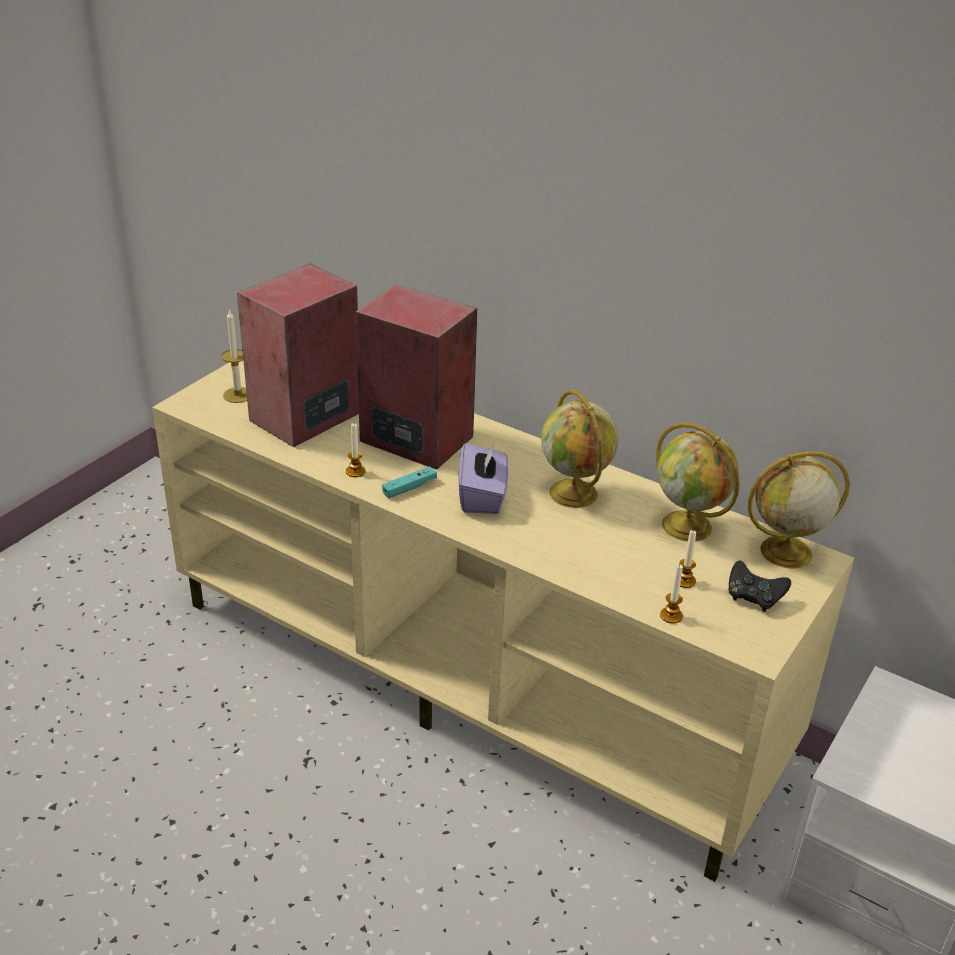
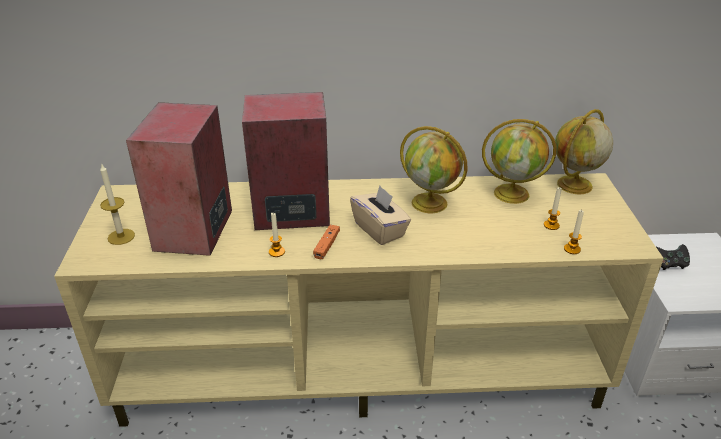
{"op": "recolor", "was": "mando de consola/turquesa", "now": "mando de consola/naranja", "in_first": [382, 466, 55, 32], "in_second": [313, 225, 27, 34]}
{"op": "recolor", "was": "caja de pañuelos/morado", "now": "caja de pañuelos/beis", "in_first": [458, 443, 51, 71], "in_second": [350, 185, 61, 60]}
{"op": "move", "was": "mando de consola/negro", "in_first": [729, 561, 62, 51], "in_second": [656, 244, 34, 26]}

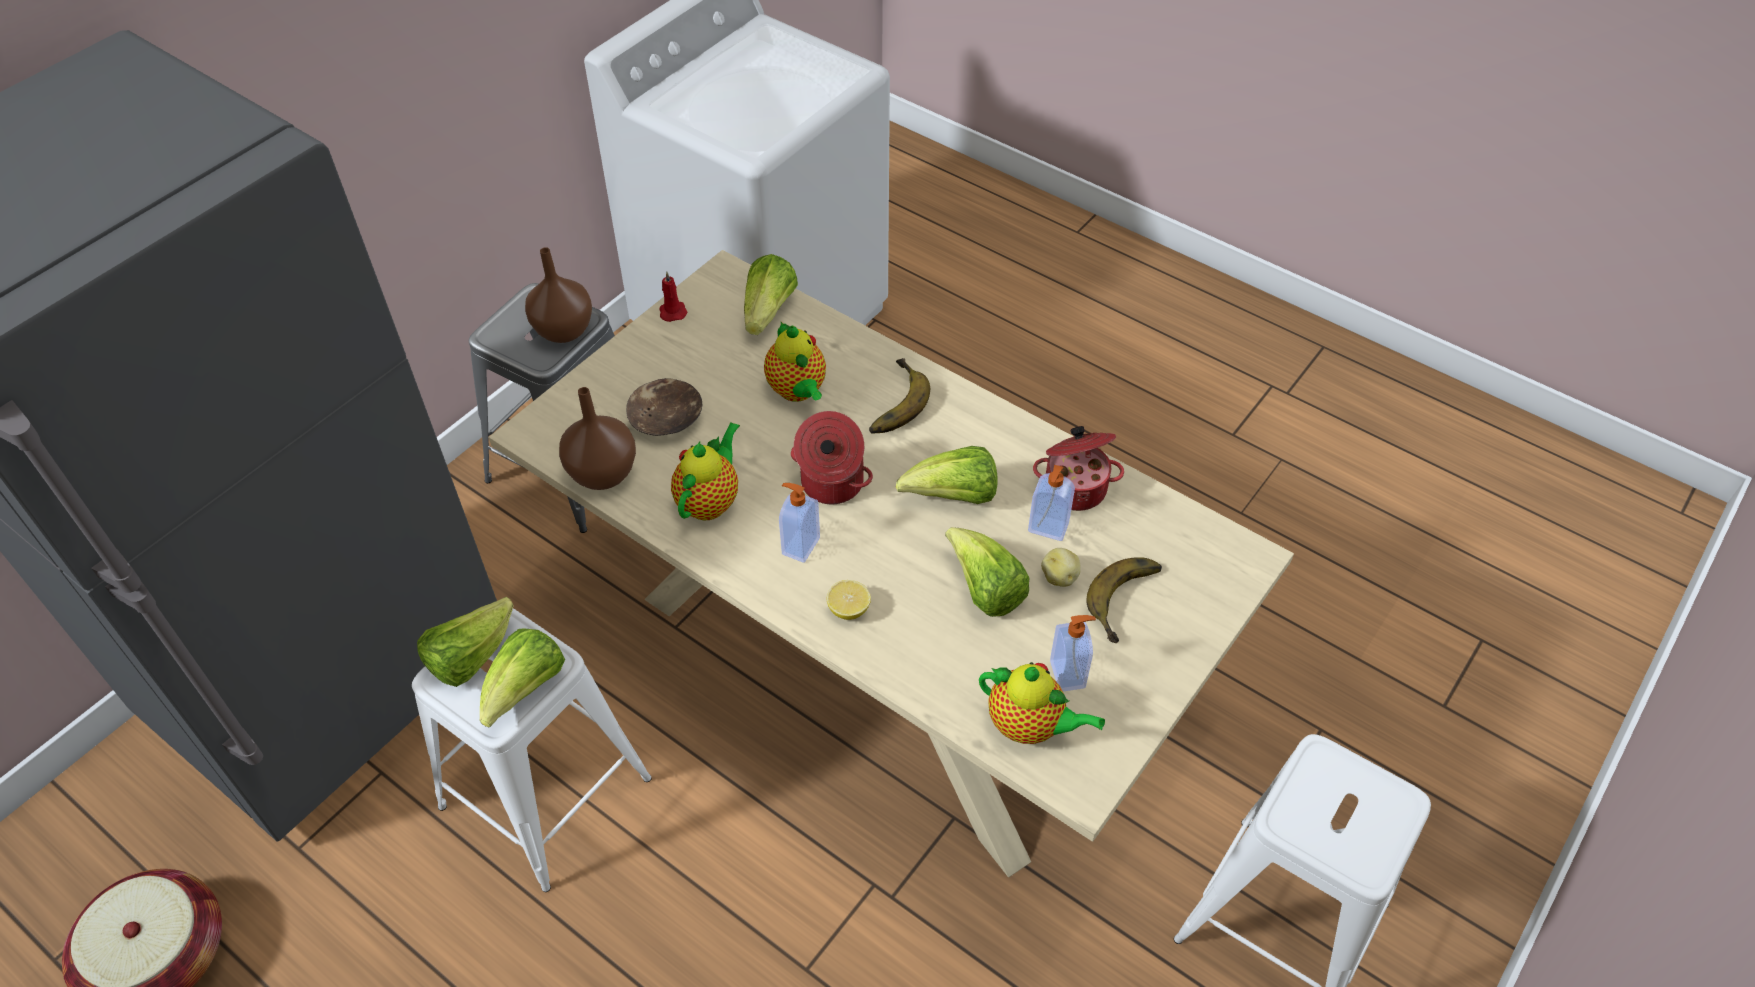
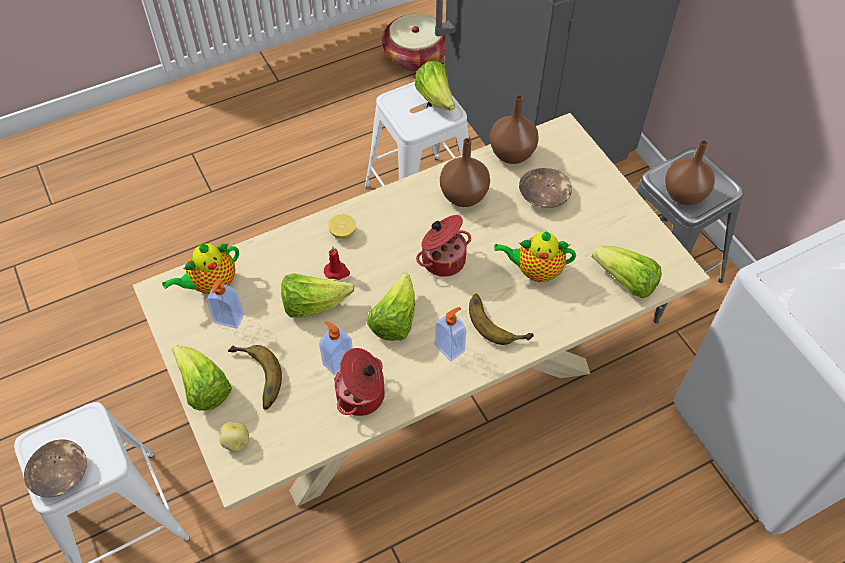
{"op": "insert", "now": "cuenco/marrón", "in_second": [24, 439, 63, 58]}
{"op": "move", "was": "lechuga", "in_first": [480, 628, 85, 99], "in_second": [172, 346, 60, 65]}
{"op": "move", "was": "patata", "in_first": [1041, 548, 40, 39], "in_second": [219, 422, 30, 30]}
{"op": "move", "was": "vela/rojo", "in_first": [659, 272, 29, 50], "in_second": [324, 247, 26, 33]}
{"op": "move", "was": "dispensador de jabón", "in_first": [779, 483, 41, 80], "in_second": [435, 307, 31, 54]}
{"op": "replace", "was": "tetera", "now": "florero/marrón", "in_first": [671, 422, 69, 99], "in_second": [440, 138, 50, 69]}

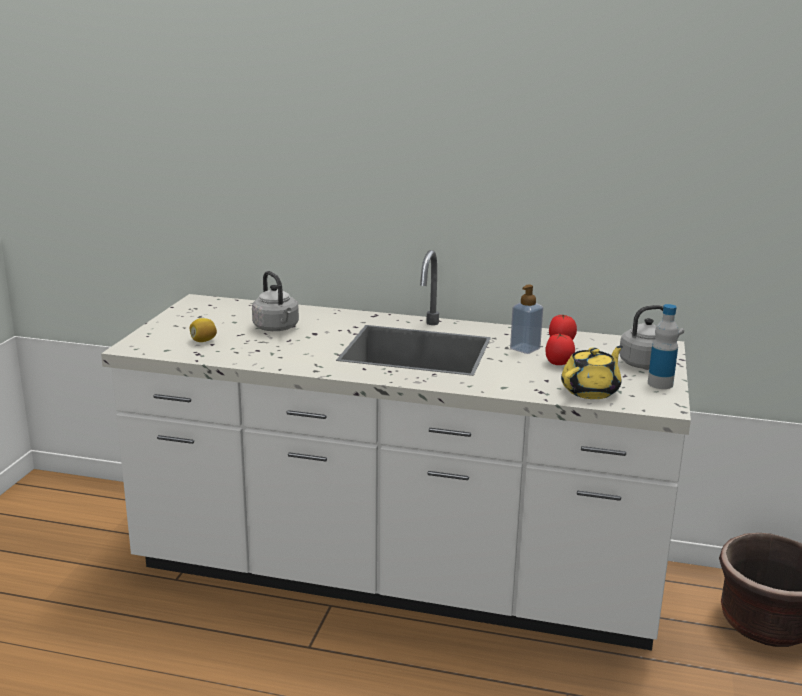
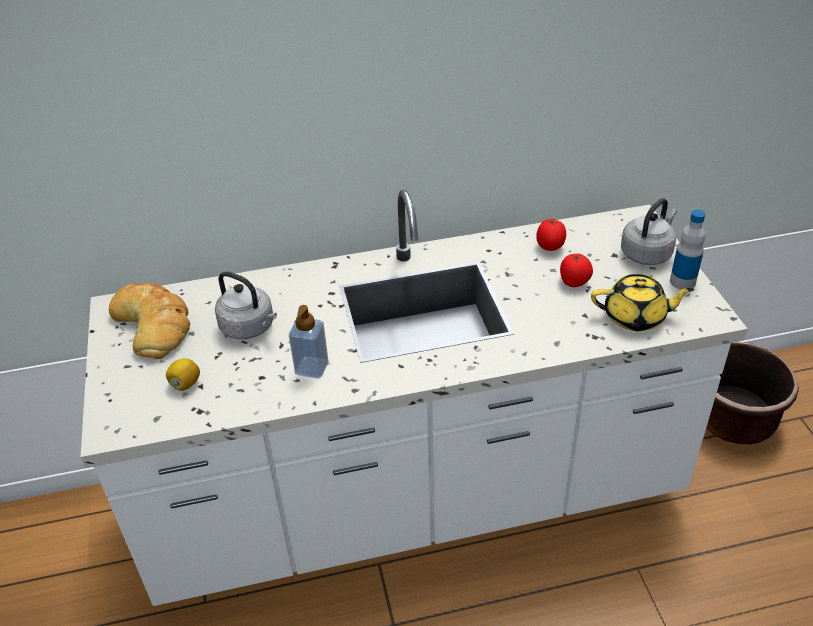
{"op": "insert", "now": "pan", "in_second": [109, 283, 81, 76]}
{"op": "move", "was": "dispensador de jabón", "in_first": [510, 285, 33, 69], "in_second": [289, 305, 40, 73]}
{"op": "rotate", "was": "tetera/amarillo", "in_first": [561, 346, 62, 53], "in_second": [591, 274, 103, 57], "clockwise": 75}

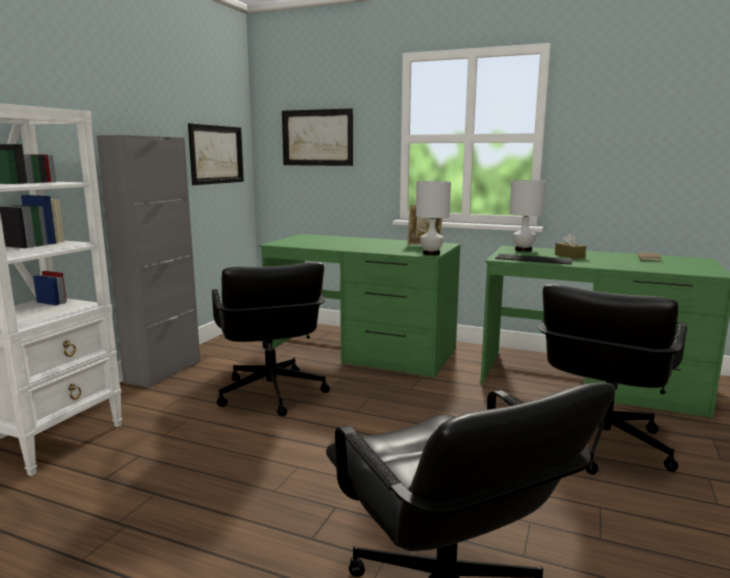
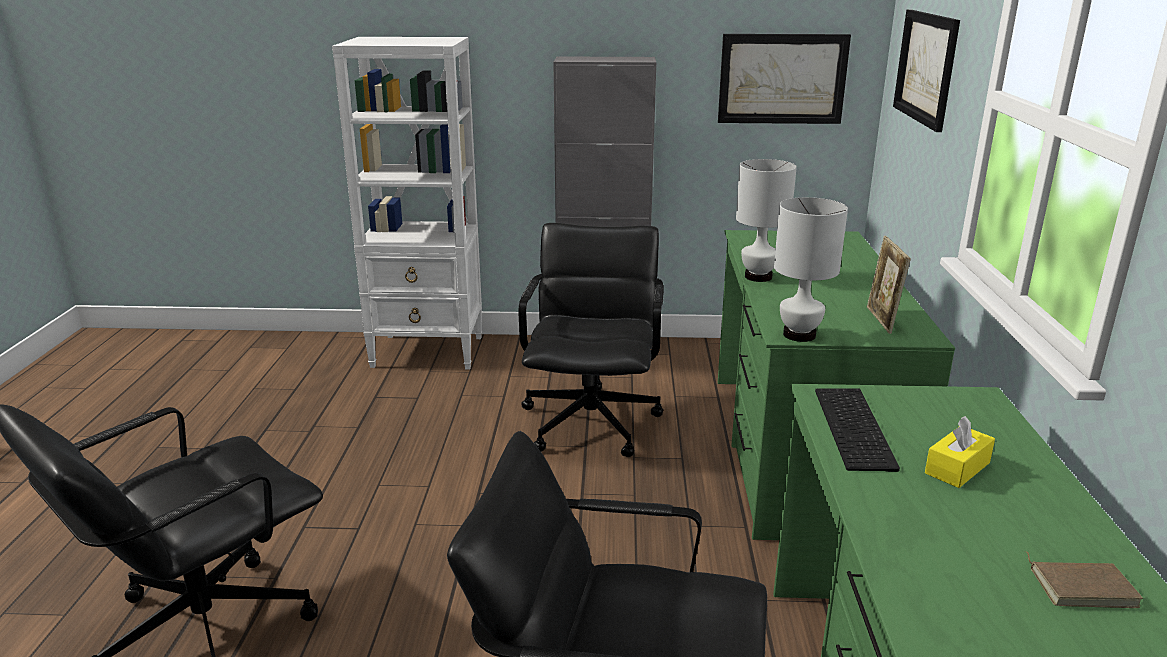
{"op": "rotate", "was": "silla de oficina/negro", "in_first": [212, 262, 118, 154], "in_second": [519, 223, 145, 234], "clockwise": 135}
{"op": "move", "was": "lámpara de mesa/blanco", "in_first": [509, 180, 37, 72], "in_second": [736, 159, 61, 123]}
{"op": "recolor", "was": "caja de pañuelos/marrón", "now": "caja de pañuelos/amarillo", "in_first": [555, 233, 31, 26], "in_second": [925, 416, 70, 72]}

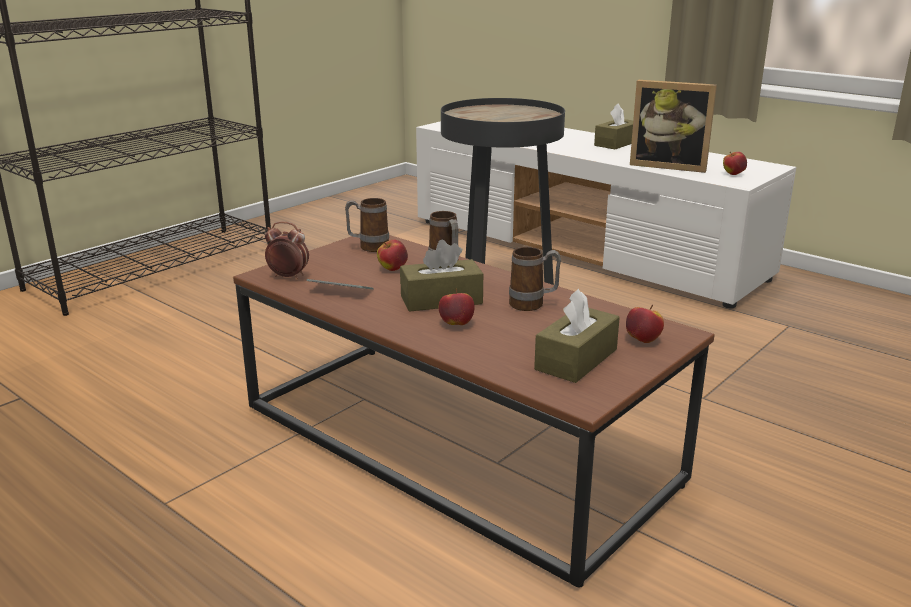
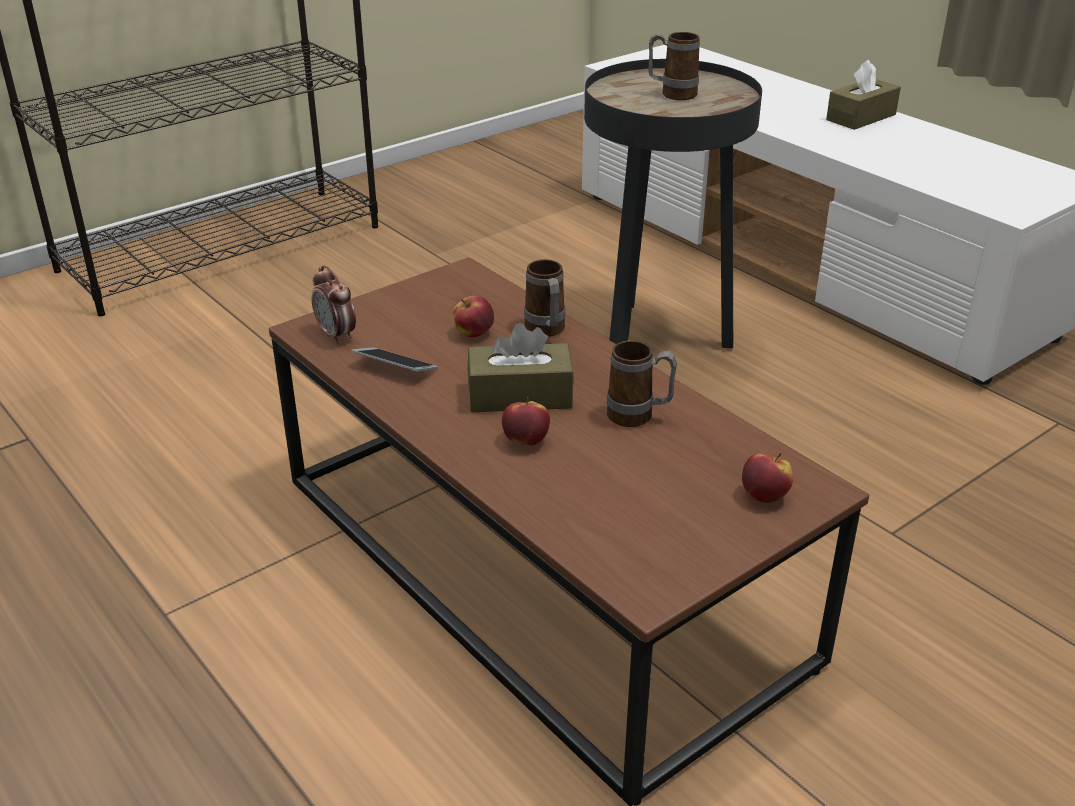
{"op": "rotate", "was": "despertador", "in_first": [265, 221, 44, 58], "in_second": [312, 265, 44, 80], "clockwise": -150}
{"op": "move", "was": "taza grande", "in_first": [345, 198, 44, 54], "in_second": [648, 32, 52, 68]}
{"op": "delete", "was": "caja de pañuelos/marrón", "in_first": [534, 289, 86, 94]}
{"op": "delete", "was": "portarretratos", "in_first": [630, 80, 87, 93]}
{"op": "delete", "was": "manzana", "in_first": [723, 152, 24, 23]}

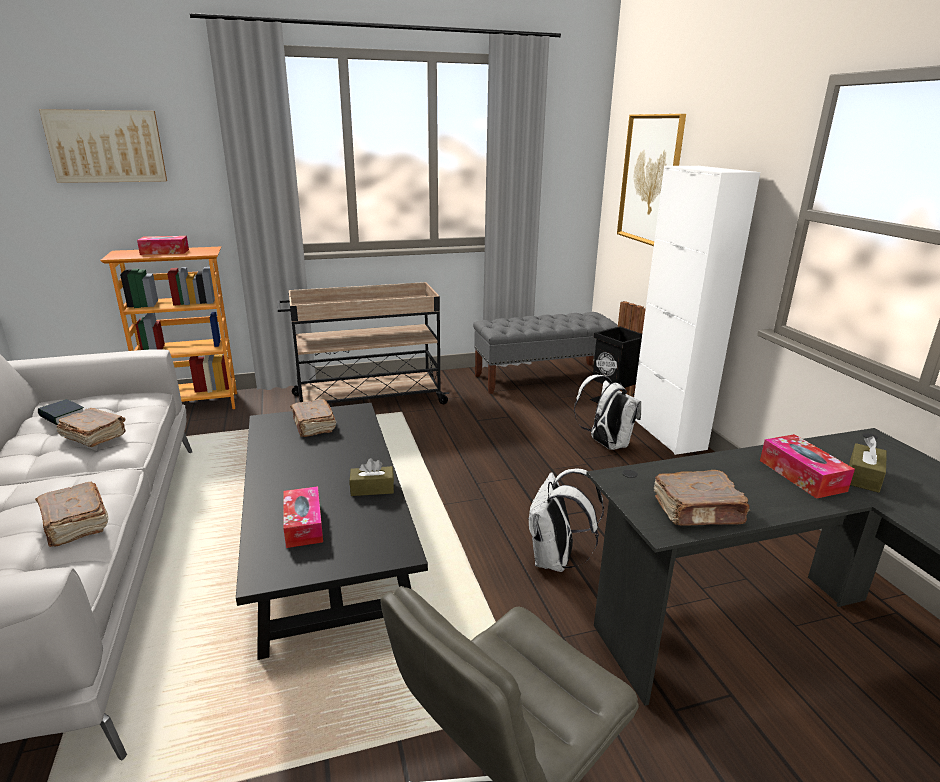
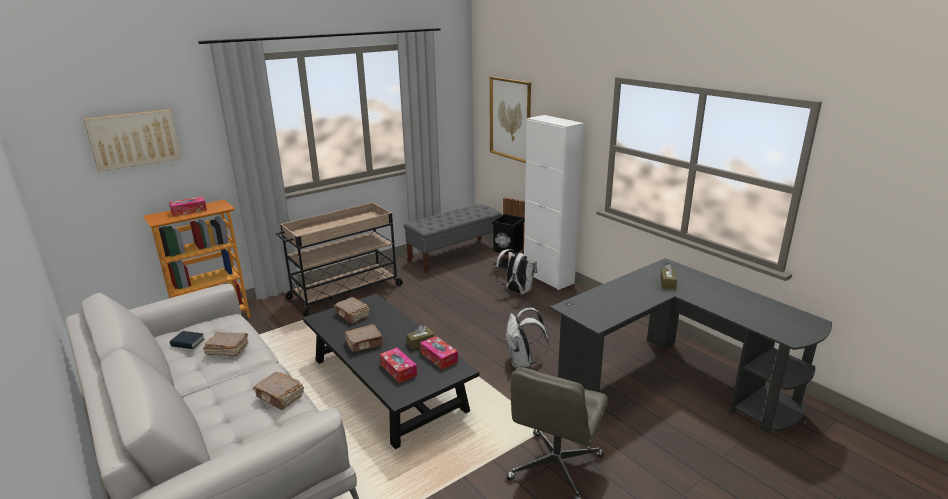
{"op": "move", "was": "libro/marrón", "in_first": [654, 470, 96, 56], "in_second": [345, 324, 38, 28]}
{"op": "move", "was": "caja de pañuelos", "in_first": [760, 434, 95, 65], "in_second": [420, 336, 38, 33]}

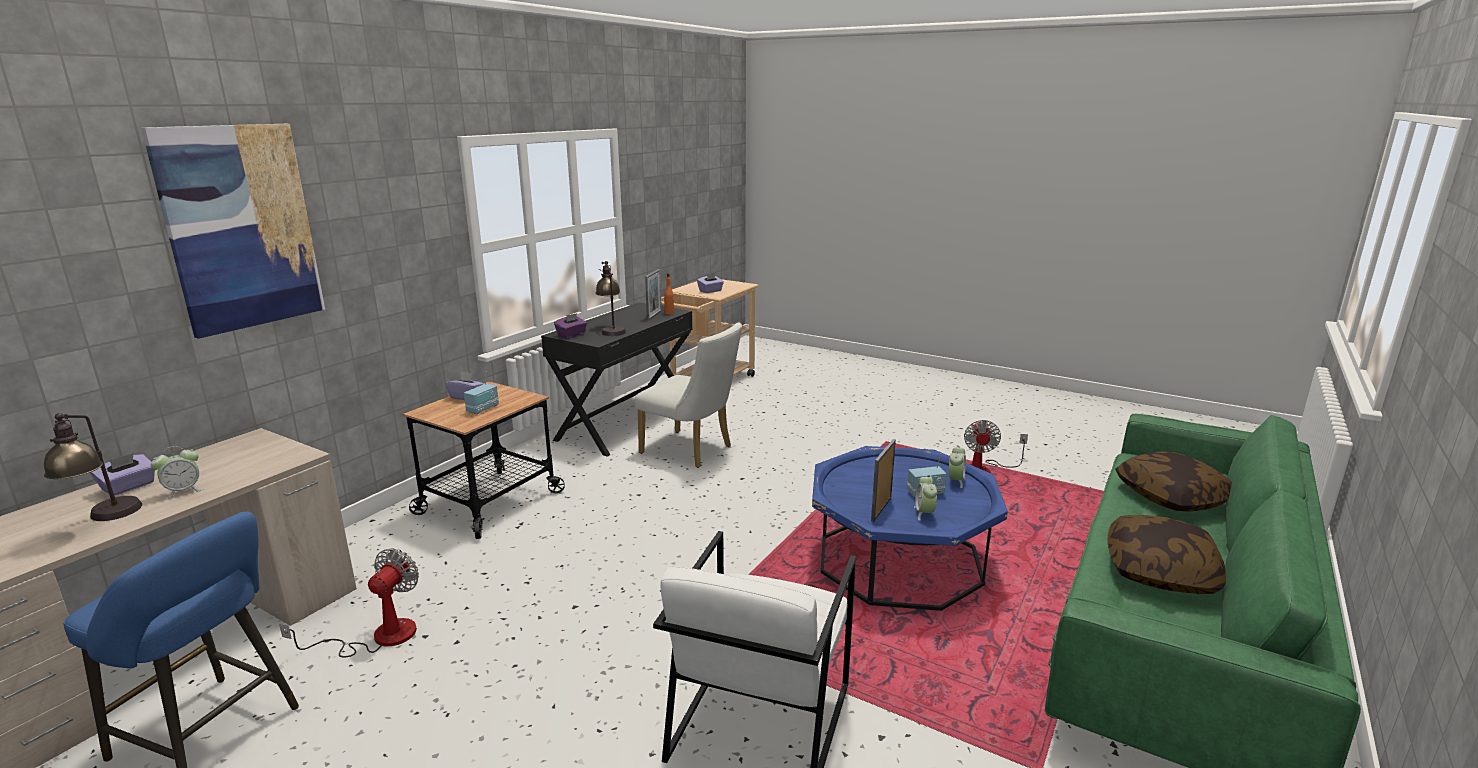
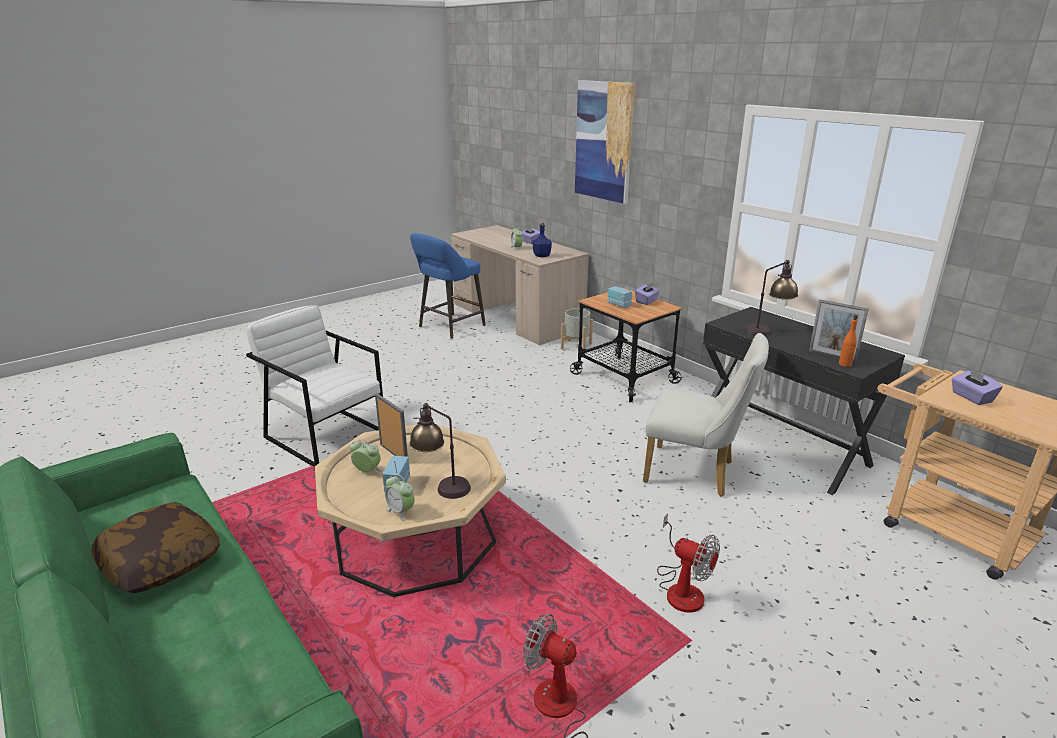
{"op": "recolor", "was": "mesa de centro/azul", "now": "mesa de centro/beis", "in_first": [812, 446, 196, 165], "in_second": [315, 424, 191, 173]}
{"op": "move", "was": "lámpara de mesa", "in_first": [44, 413, 98, 108], "in_second": [410, 403, 61, 96]}
{"op": "insert", "now": "botella/azul", "in_second": [532, 222, 20, 35]}
{"op": "insert", "now": "maceta/gris", "in_second": [561, 308, 32, 41]}
{"op": "rotate", "was": "silla/blanco", "in_first": [635, 323, 107, 145], "in_second": [643, 333, 126, 163], "clockwise": -120}
{"op": "move", "was": "ventilador", "in_first": [279, 548, 140, 110], "in_second": [657, 513, 63, 100]}
{"op": "delete", "was": "caja de pañuelos/morado", "in_first": [554, 313, 33, 25]}
{"op": "delete", "was": "cojín", "in_first": [1115, 451, 117, 60]}

